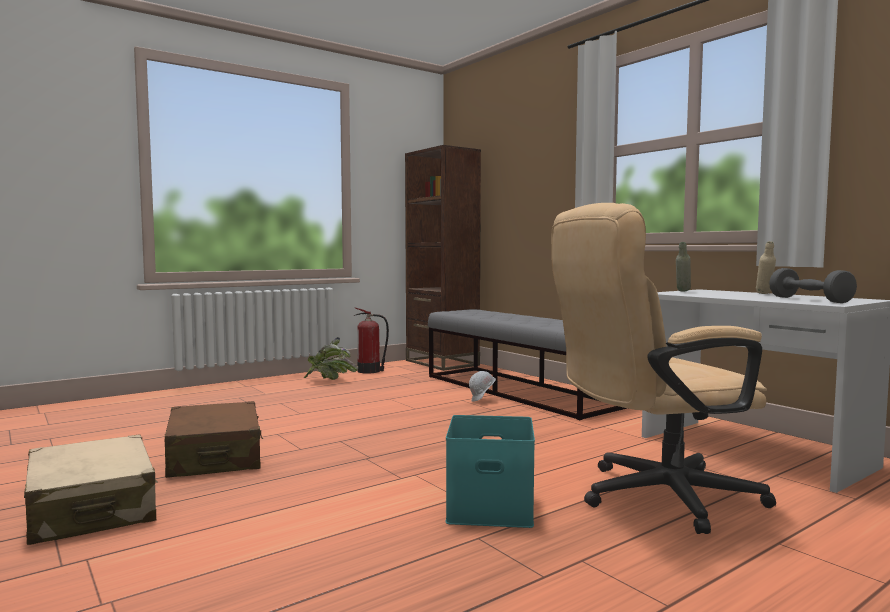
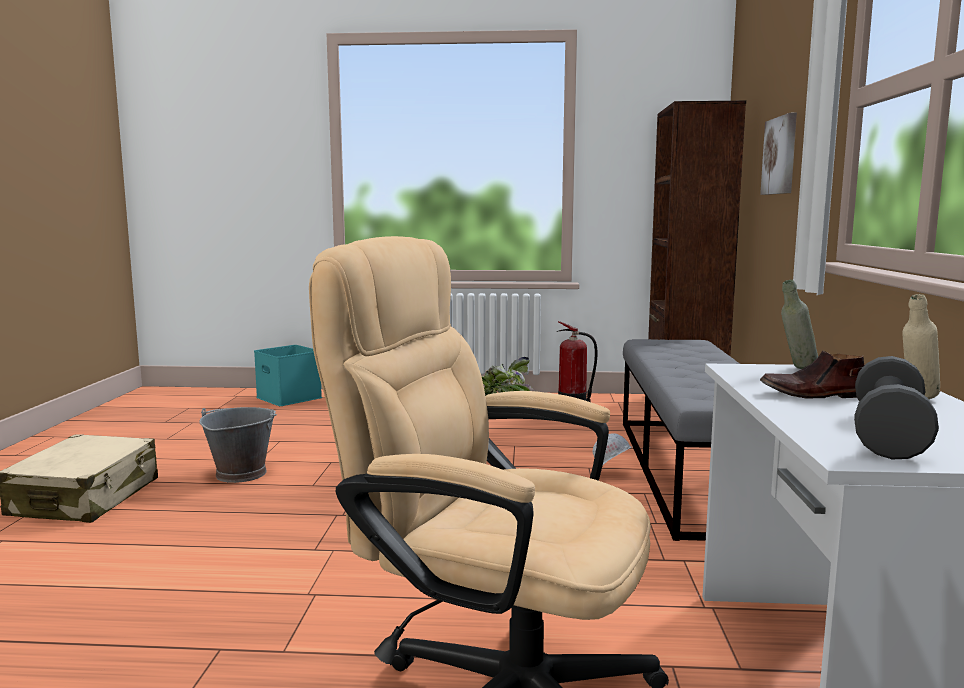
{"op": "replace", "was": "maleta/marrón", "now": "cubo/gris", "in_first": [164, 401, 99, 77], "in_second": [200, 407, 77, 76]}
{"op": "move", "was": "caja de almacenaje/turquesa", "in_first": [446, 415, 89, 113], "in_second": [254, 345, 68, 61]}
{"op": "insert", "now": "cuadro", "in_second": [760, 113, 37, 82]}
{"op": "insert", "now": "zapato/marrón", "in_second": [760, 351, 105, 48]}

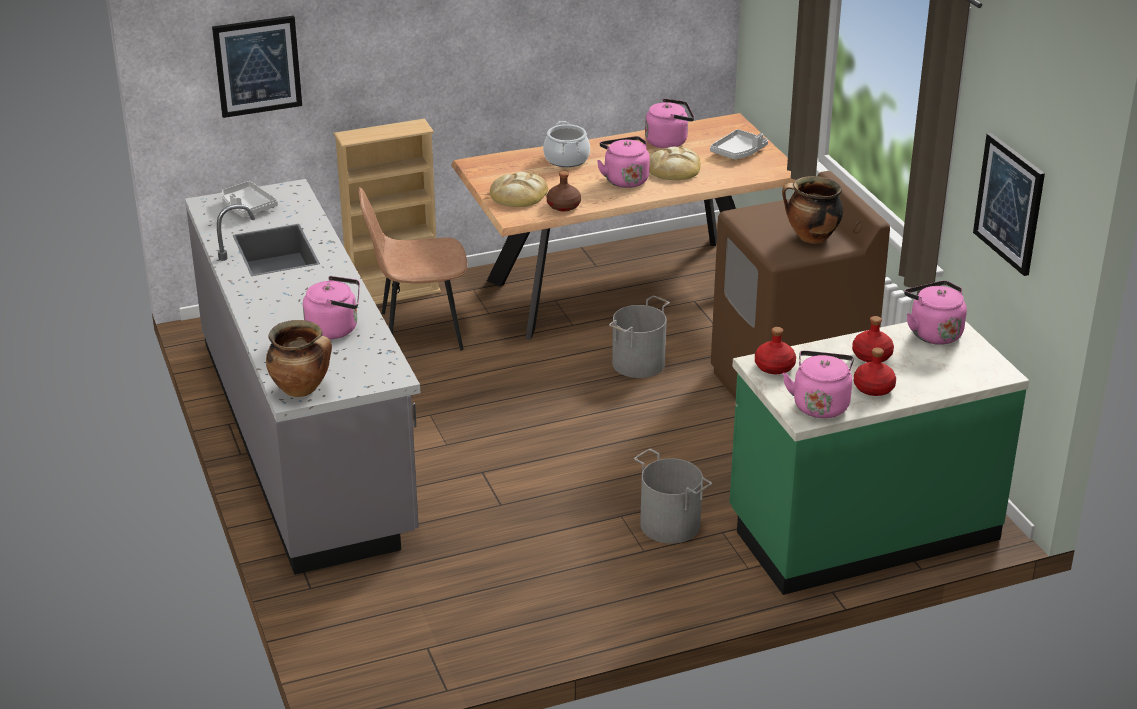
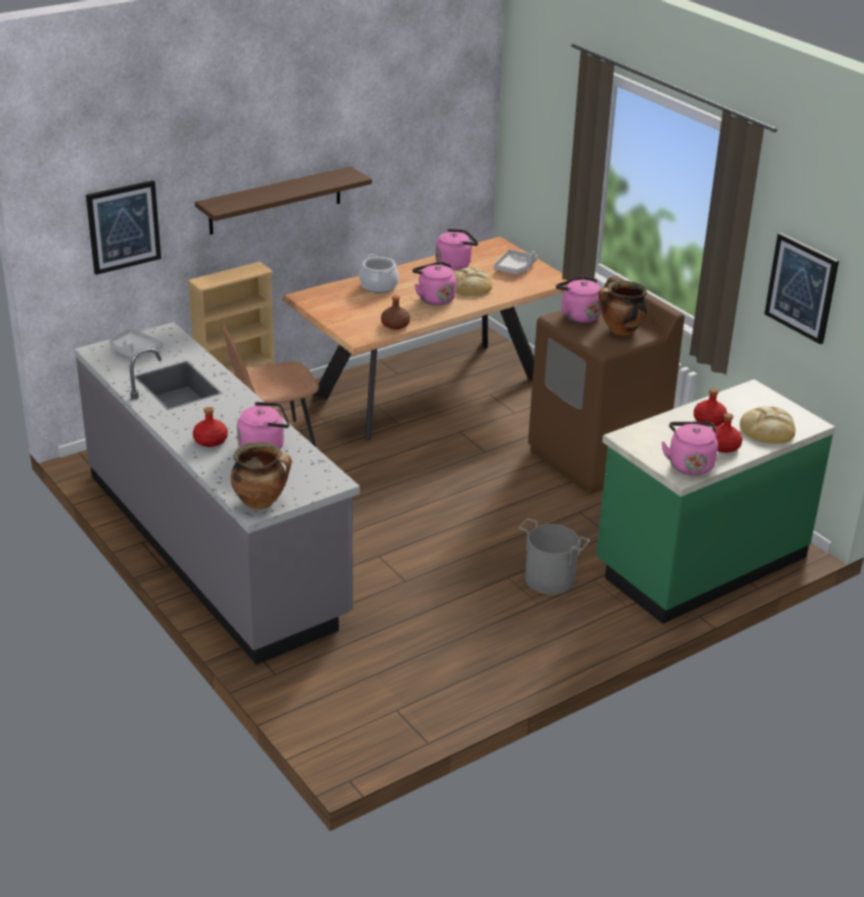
{"op": "move", "was": "botella/rojo", "in_first": [755, 327, 41, 47], "in_second": [193, 407, 35, 40]}
{"op": "insert", "now": "estante", "in_second": [195, 166, 177, 69]}
{"op": "move", "was": "hervidor/rosa", "in_first": [904, 281, 63, 64], "in_second": [556, 276, 45, 47]}
{"op": "move", "was": "pan", "in_first": [490, 172, 58, 35], "in_second": [740, 406, 55, 38]}
{"op": "delete", "was": "cubo/gris", "in_first": [609, 296, 61, 82]}

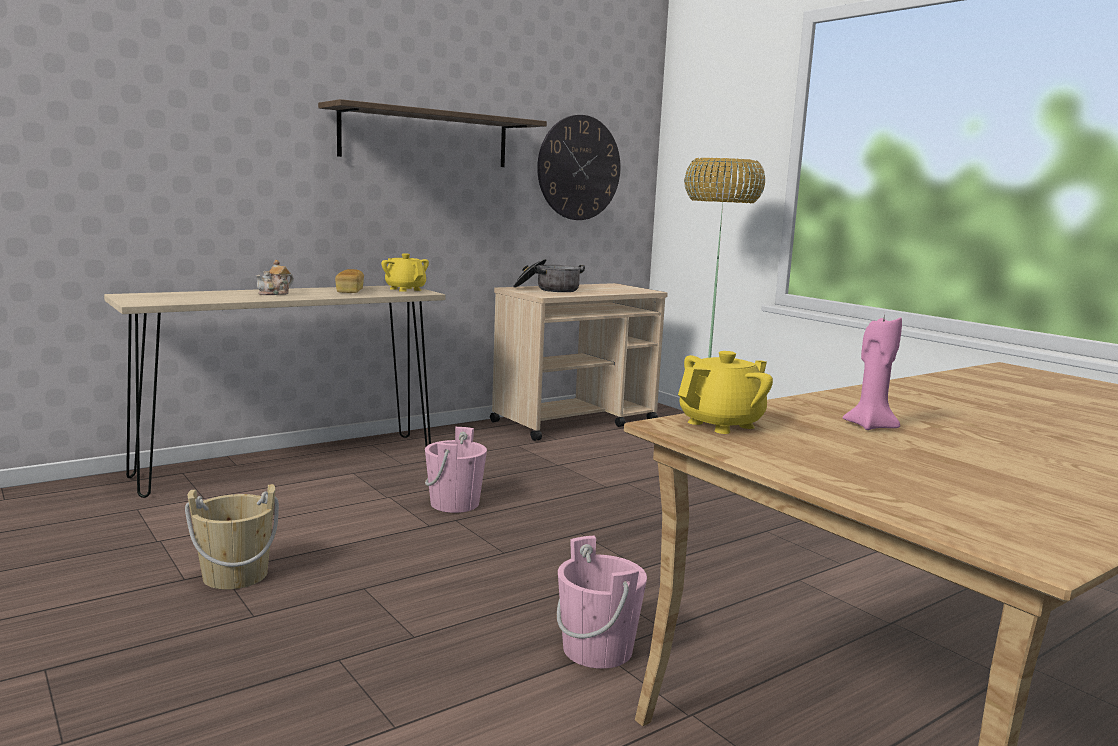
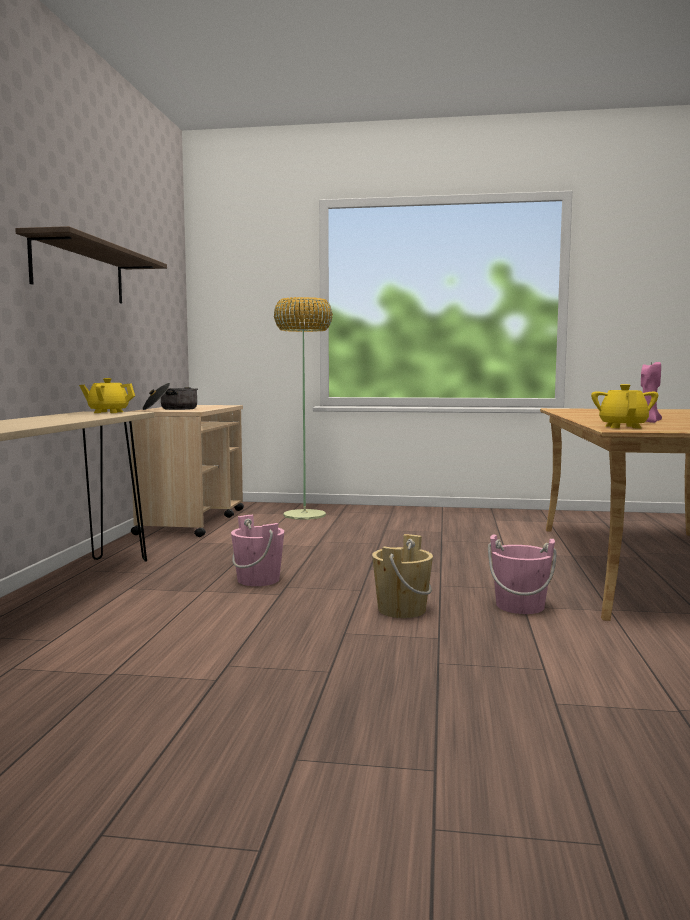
{"op": "move", "was": "cubo/beis", "in_first": [185, 484, 94, 106], "in_second": [372, 534, 61, 84]}
{"op": "delete", "was": "tetera", "in_first": [255, 260, 39, 35]}
{"op": "delete", "was": "pan", "in_first": [335, 269, 29, 24]}
{"op": "delete", "was": "reloj de pared", "in_first": [537, 115, 83, 105]}

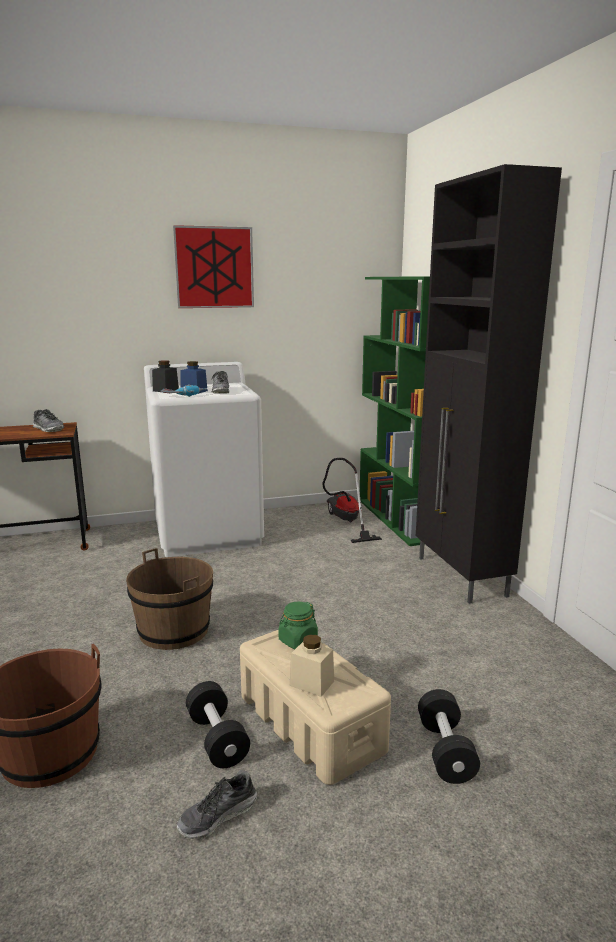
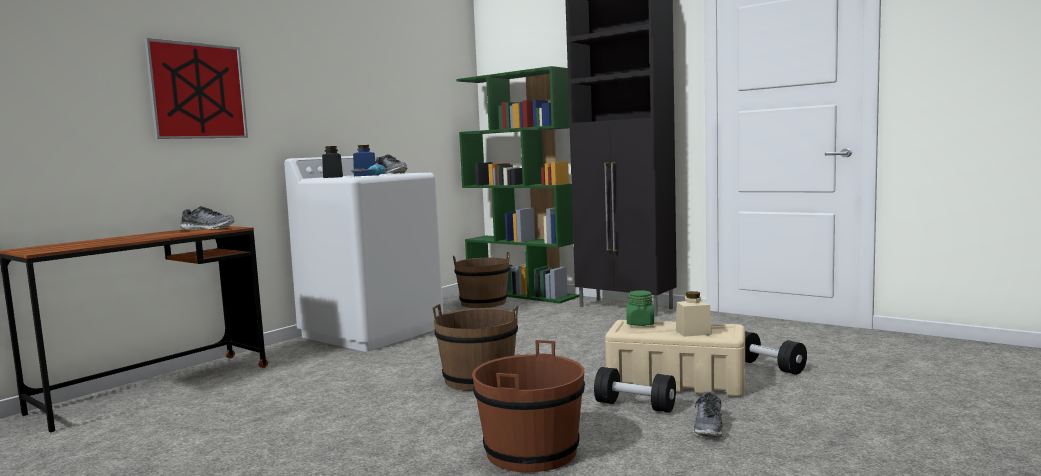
{"op": "move", "was": "cuadro", "in_first": [173, 225, 81, 83], "in_second": [144, 38, 104, 101]}
{"op": "replace", "was": "aspiradora", "now": "cubo/marrón", "in_first": [322, 458, 60, 85], "in_second": [453, 252, 57, 56]}

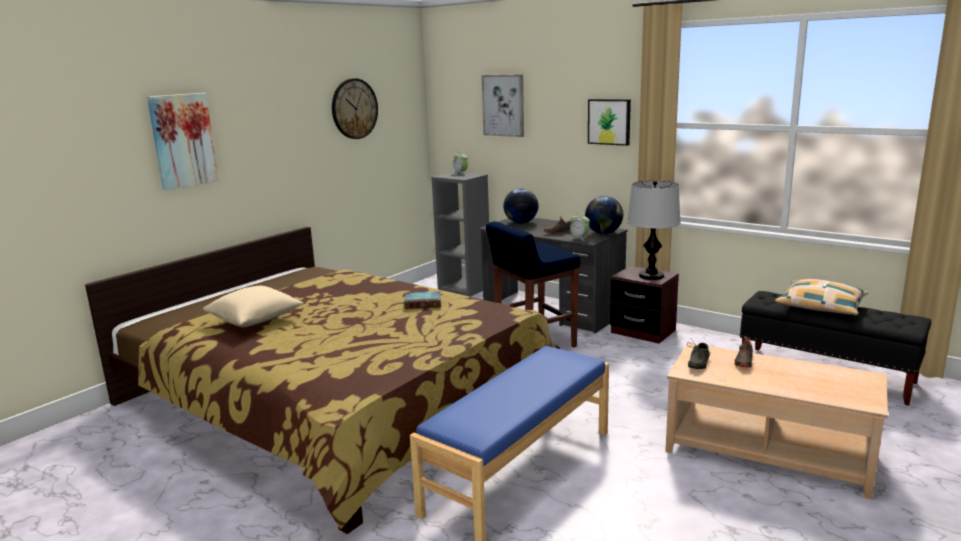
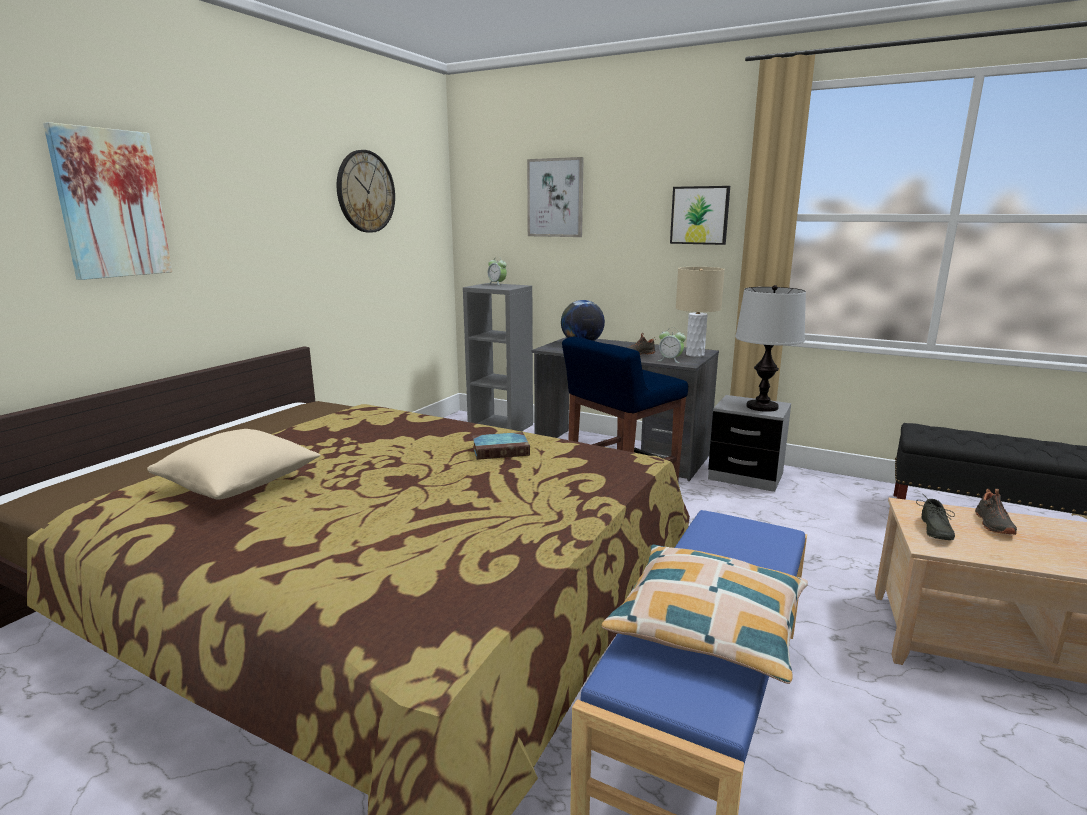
{"op": "move", "was": "cojín", "in_first": [775, 279, 94, 36], "in_second": [602, 544, 206, 140]}
{"op": "replace", "was": "globo terráqueo", "now": "lámpara de mesa/beis", "in_first": [585, 196, 38, 38], "in_second": [676, 267, 49, 90]}
{"op": "recolor", "was": "mesita de noche/marrón", "now": "mesita de noche/gris", "in_first": [610, 266, 69, 78], "in_second": [708, 395, 83, 97]}

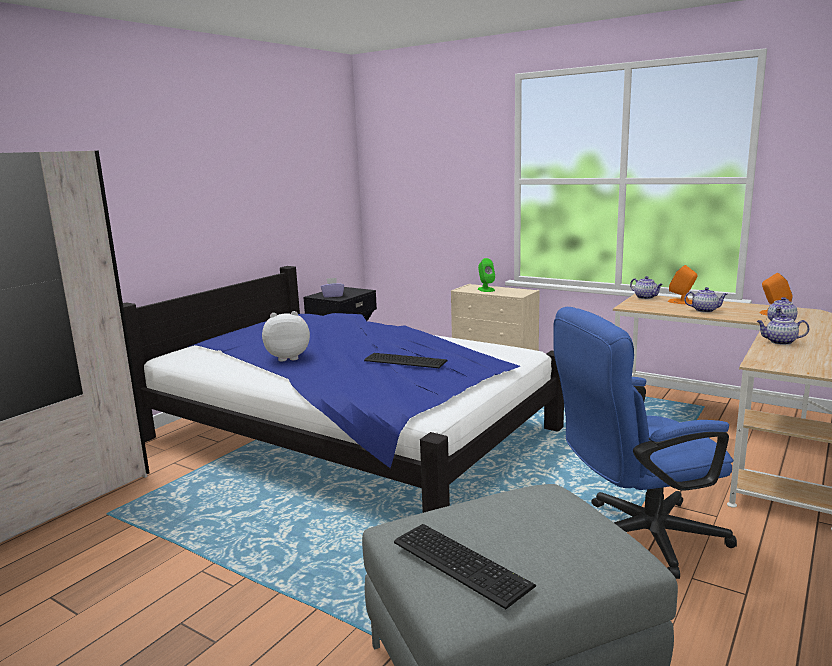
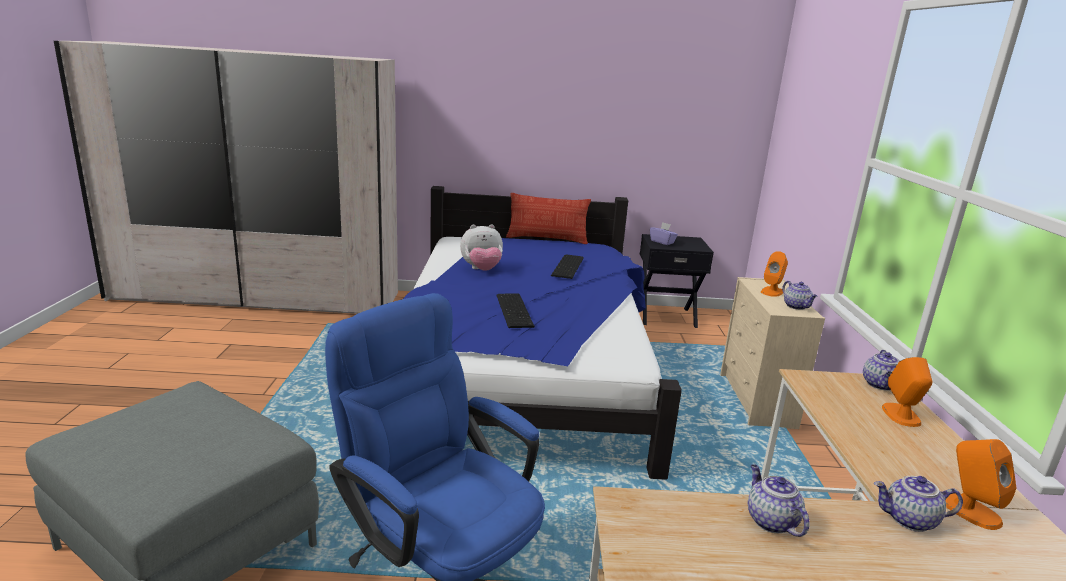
{"op": "rotate", "was": "peluche", "in_first": [262, 311, 48, 50], "in_second": [460, 224, 43, 47], "clockwise": 120}
{"op": "insert", "now": "cojín", "in_second": [506, 193, 85, 51]}
{"op": "move", "was": "teclado", "in_first": [394, 524, 142, 85], "in_second": [551, 254, 33, 25]}
{"op": "recolor", "was": "altavoz/verde", "now": "altavoz/naranja", "in_first": [478, 258, 17, 34], "in_second": [761, 251, 27, 46]}
{"op": "move", "was": "tetera", "in_first": [684, 287, 43, 26], "in_second": [782, 281, 35, 29]}

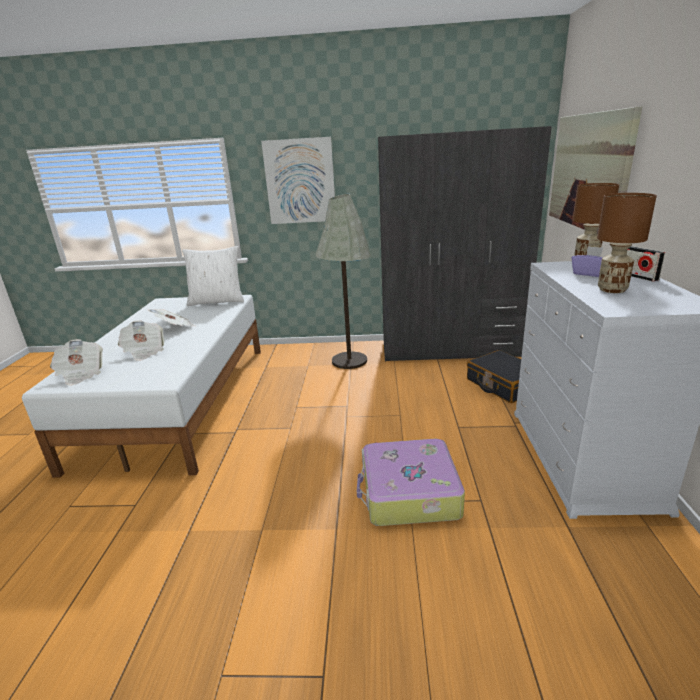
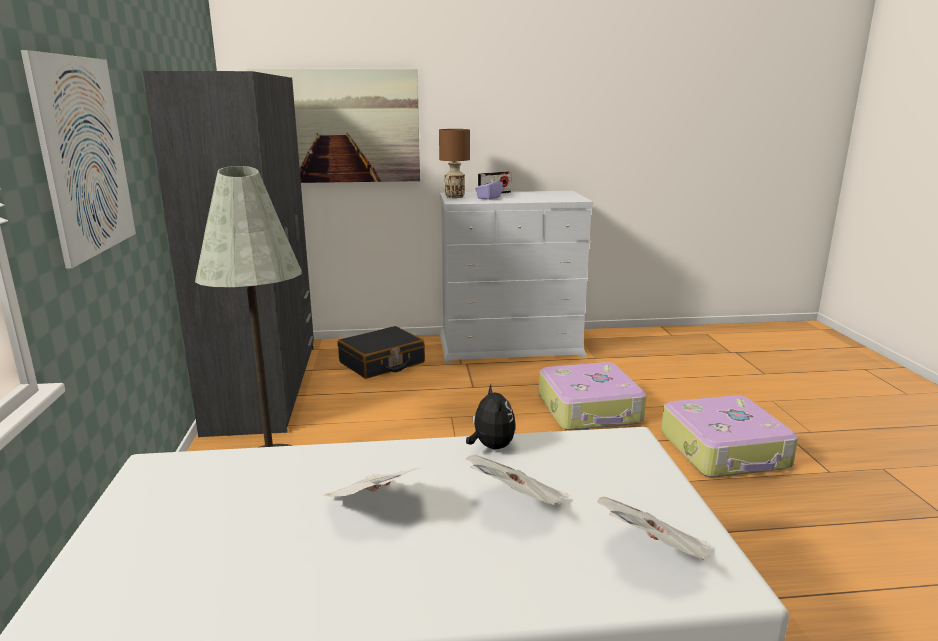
{"op": "insert", "now": "peluche", "in_second": [466, 384, 50, 65]}
{"op": "insert", "now": "maleta", "in_second": [661, 395, 137, 82]}
{"op": "delete", "was": "cojín/blanco", "in_first": [182, 246, 62, 60]}
{"op": "delete", "was": "lámpara de mesa/marrón", "in_first": [597, 193, 60, 100]}

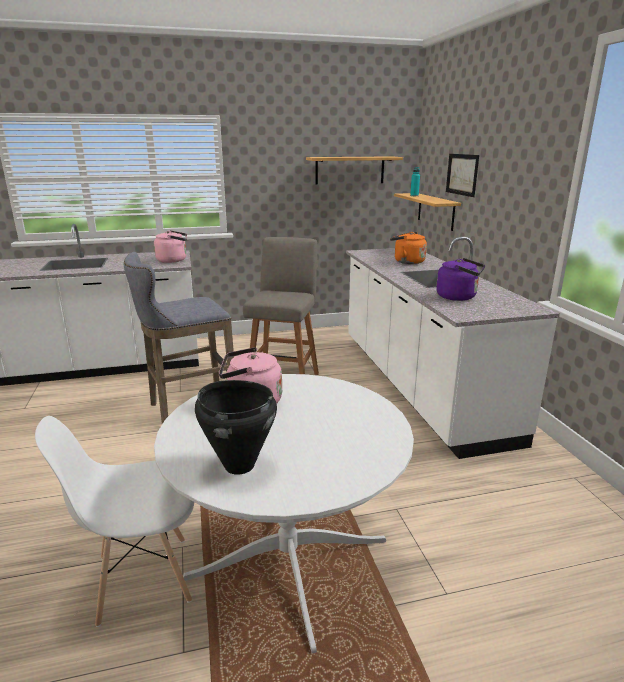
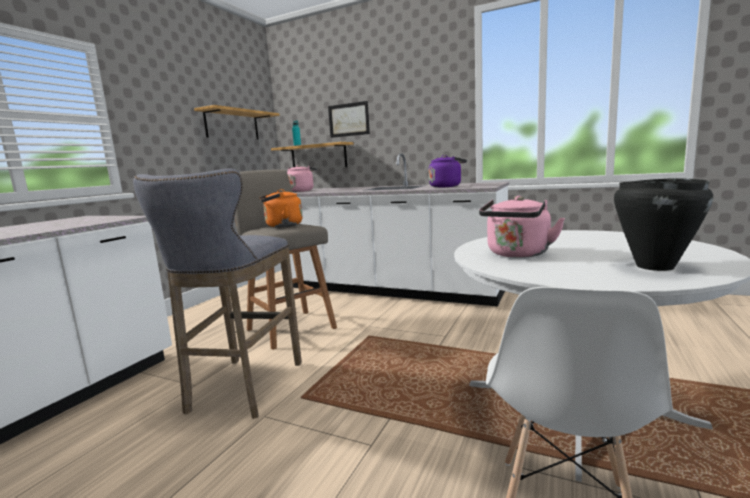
{"op": "move", "was": "hervidor/naranja", "in_first": [390, 232, 37, 32], "in_second": [259, 189, 44, 38]}
{"op": "move", "was": "hervidor/rosa", "in_first": [154, 230, 33, 33], "in_second": [287, 165, 30, 27]}

